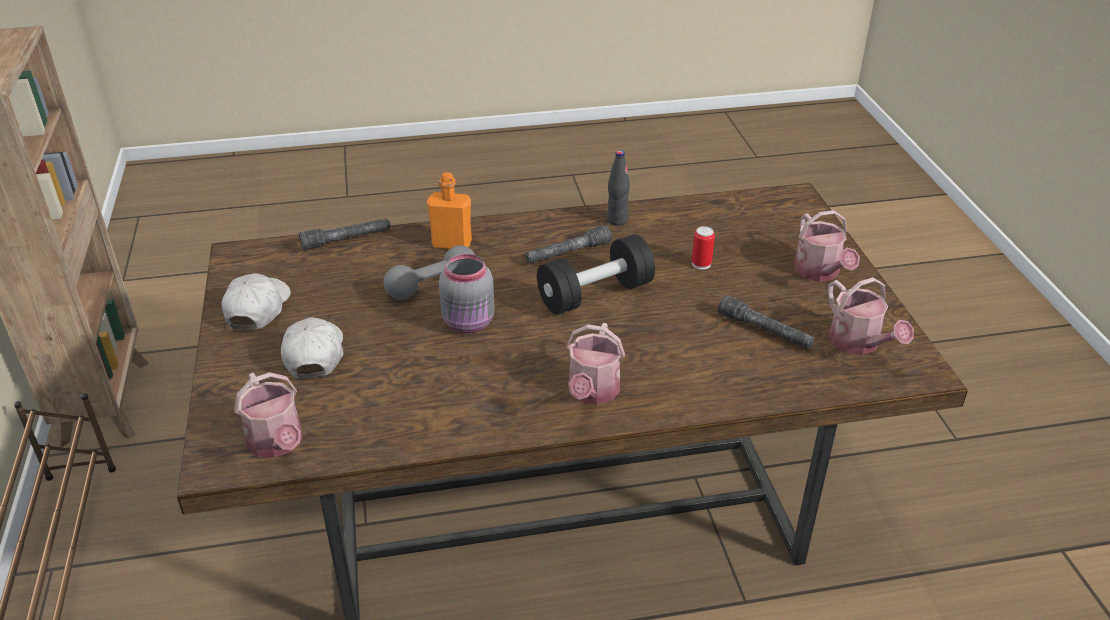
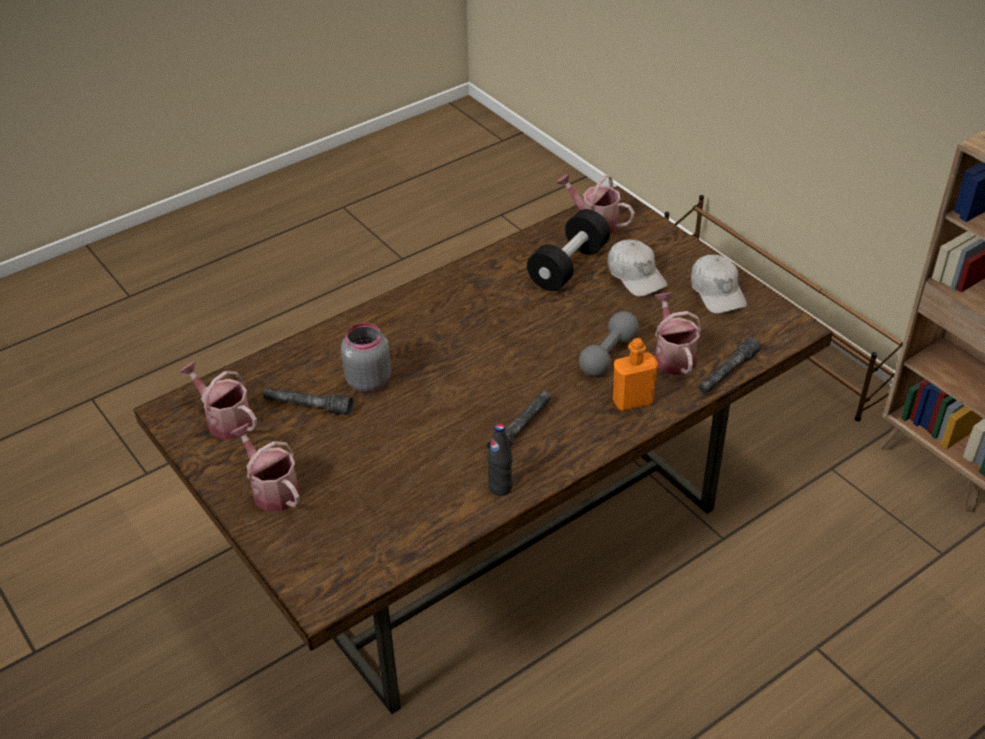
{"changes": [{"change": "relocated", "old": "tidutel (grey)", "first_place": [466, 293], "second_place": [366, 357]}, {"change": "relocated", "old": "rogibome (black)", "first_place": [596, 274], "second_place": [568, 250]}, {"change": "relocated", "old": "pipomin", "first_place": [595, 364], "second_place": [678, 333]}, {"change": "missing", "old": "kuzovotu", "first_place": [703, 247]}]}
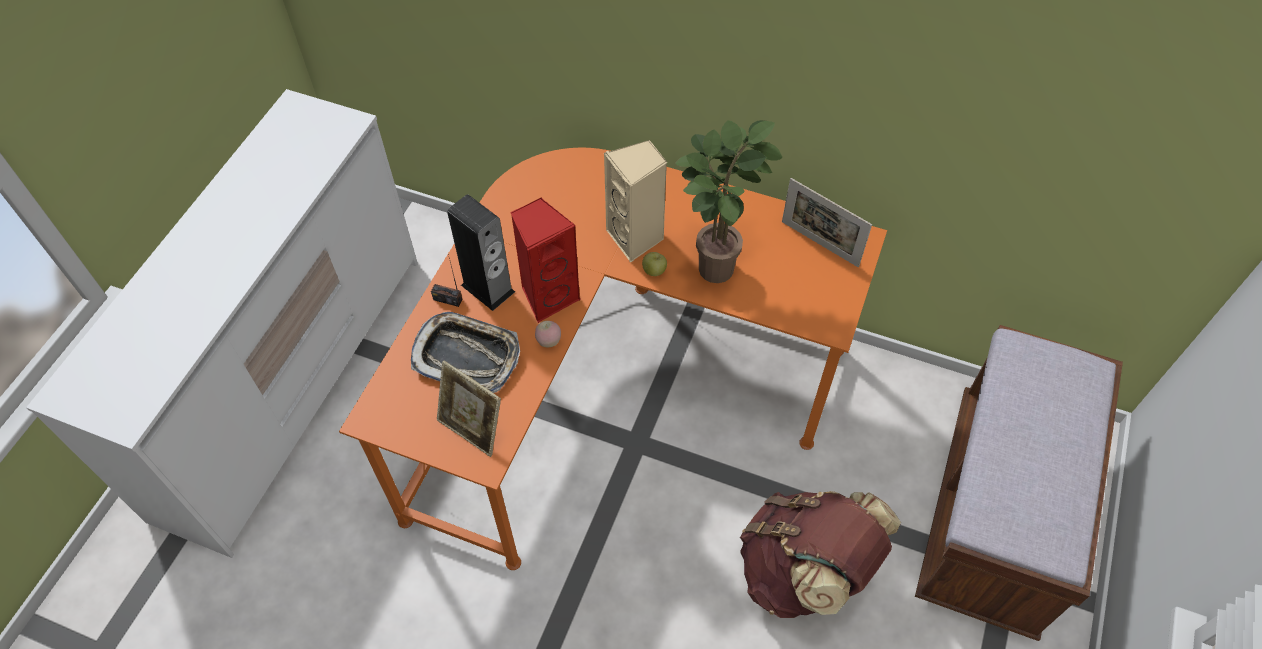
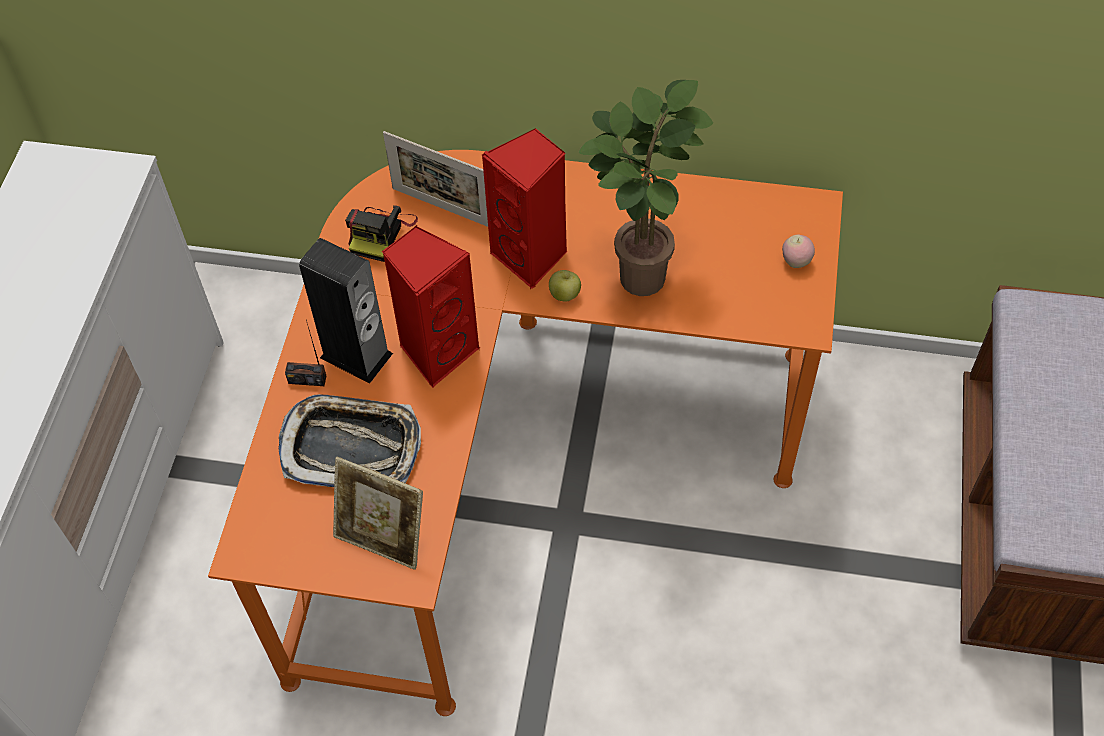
{"changes": [{"change": "relocated", "old": "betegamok", "first_place": [548, 334], "second_place": [798, 251]}, {"change": "colour", "old": "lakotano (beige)", "new": "lakotano (red)", "first_place": [636, 201], "second_place": [524, 208]}, {"change": "missing", "old": "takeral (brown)", "first_place": [820, 554]}, {"change": "relocated", "old": "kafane", "first_place": [827, 222], "second_place": [435, 179]}, {"change": "appeared", "new": "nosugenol", "second_place": [381, 233]}]}
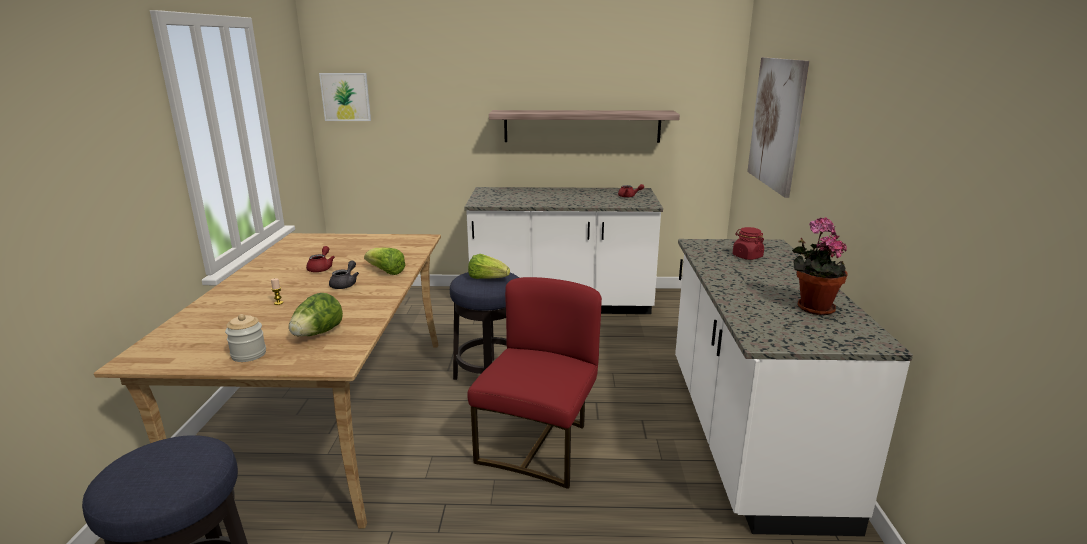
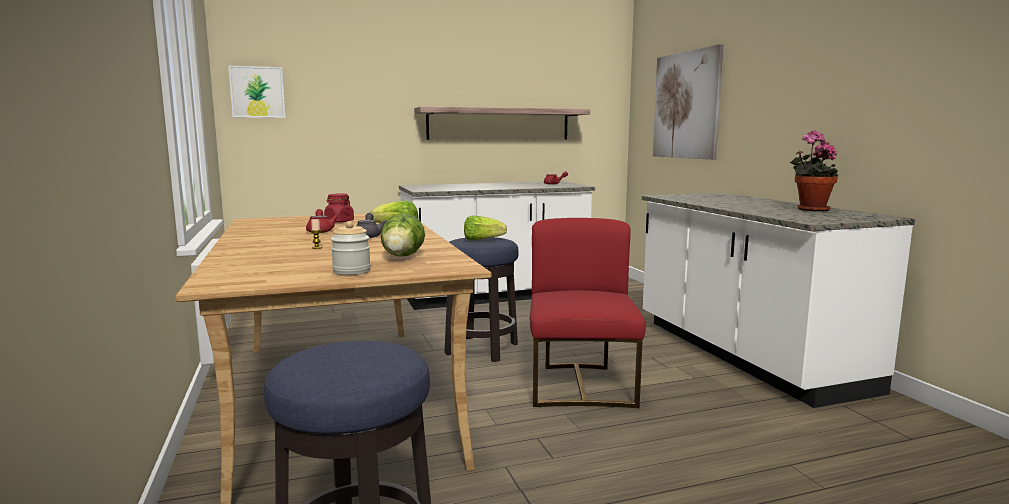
{"changes": [{"change": "relocated", "old": "tidutel (red)", "first_place": [748, 243], "second_place": [339, 208]}]}
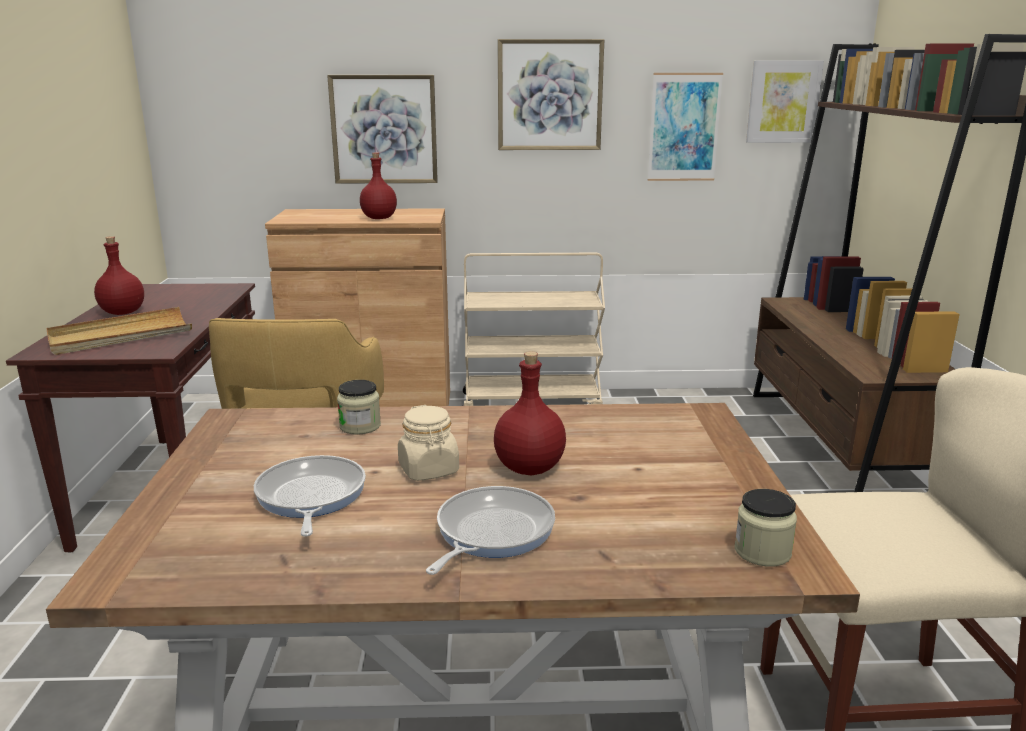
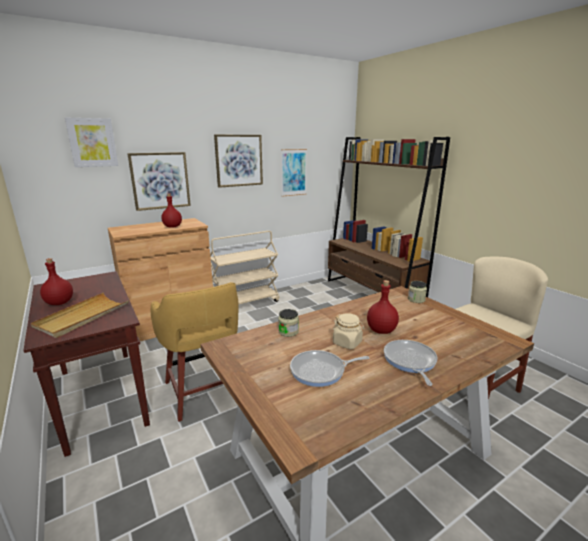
{"changes": [{"change": "spun", "old": "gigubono", "first_place": [310, 496], "second_place": [329, 368], "degrees": -60}, {"change": "relocated", "old": "tidutel", "first_place": [765, 528], "second_place": [417, 292]}, {"change": "relocated", "old": "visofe", "first_place": [785, 101], "second_place": [91, 142]}]}
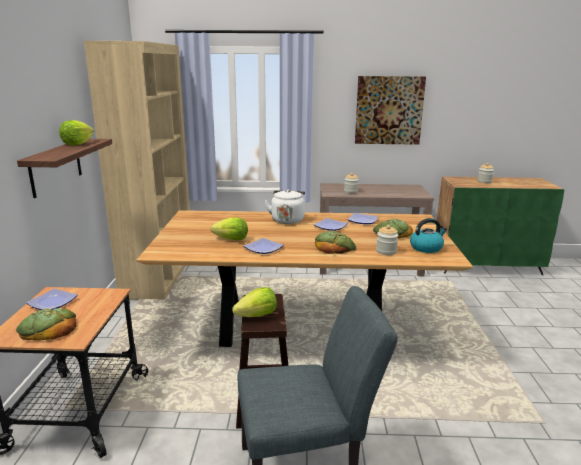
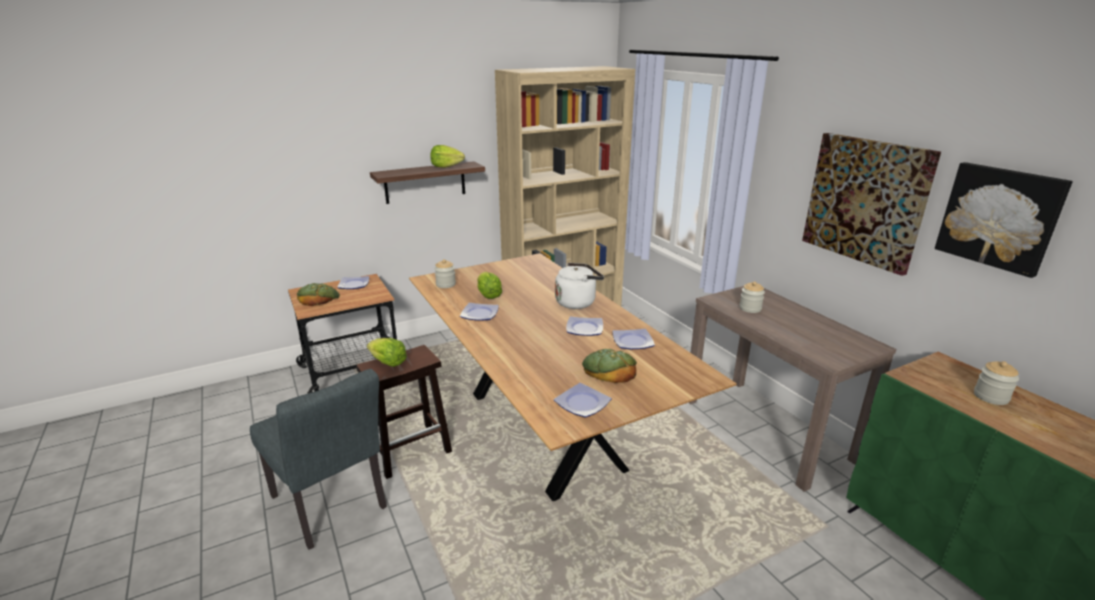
{"changes": [{"change": "missing", "old": "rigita", "first_place": [335, 242]}, {"change": "relocated", "old": "tidutel", "first_place": [387, 240], "second_place": [445, 273]}, {"change": "exchanged", "old": "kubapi", "new": "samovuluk", "first_place": [428, 235], "second_place": [583, 400]}, {"change": "appeared", "new": "visofe", "second_place": [1004, 220]}]}
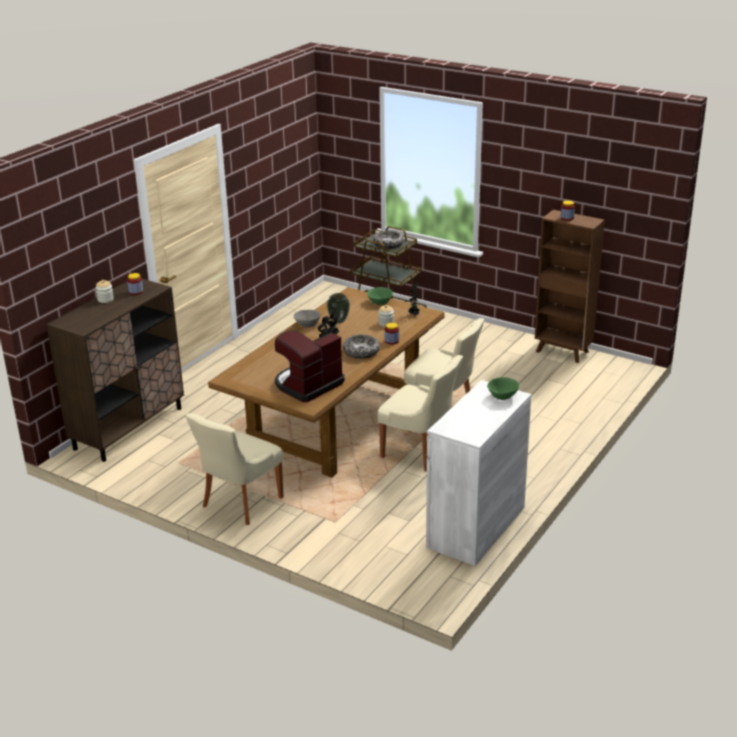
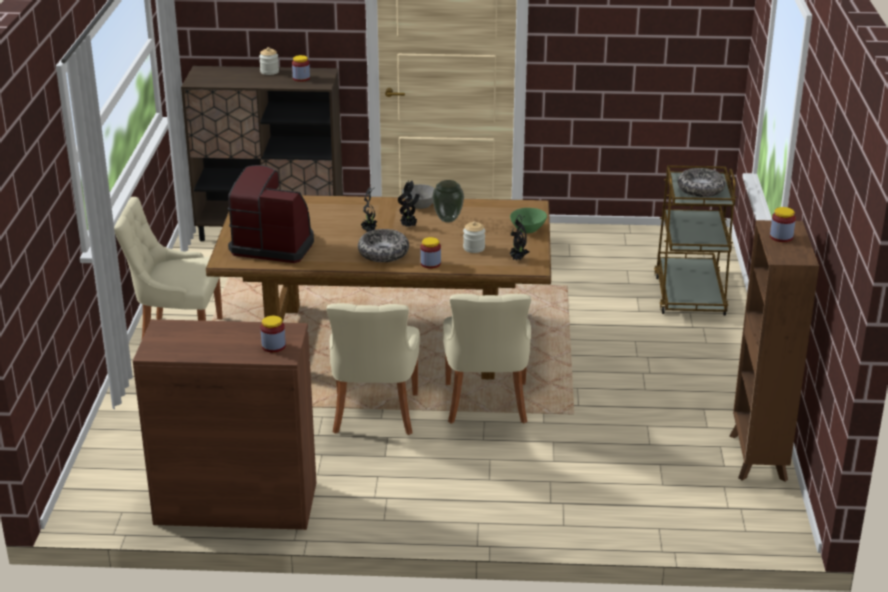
{"changes": [{"change": "colour", "old": "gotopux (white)", "new": "gotopux (brown)", "first_place": [478, 473], "second_place": [224, 424]}, {"change": "exchanged", "old": "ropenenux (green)", "new": "tidutel", "first_place": [503, 388], "second_place": [273, 334]}]}
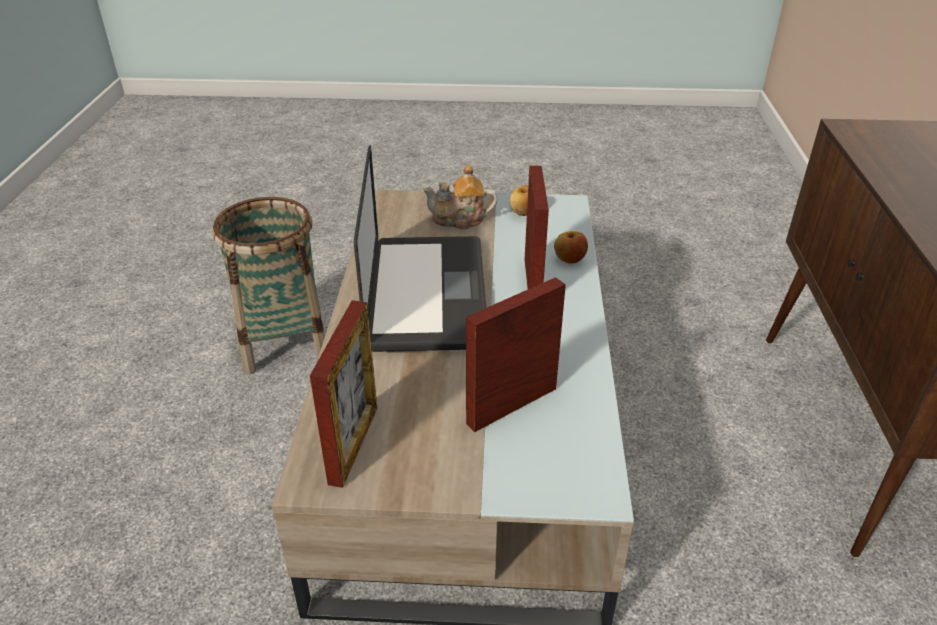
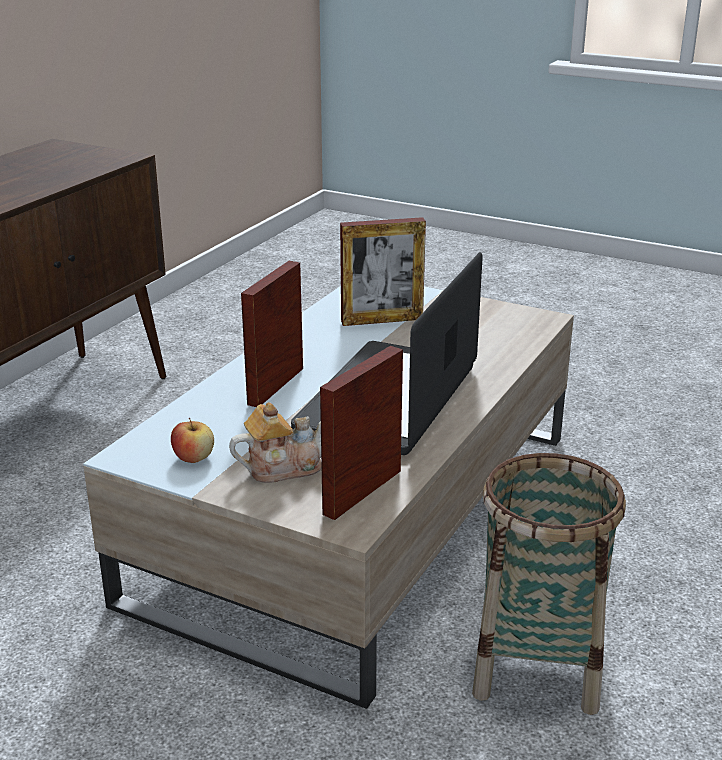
{"changes": [{"change": "relocated", "old": "kafane", "first_place": [343, 394], "second_place": [361, 433]}, {"change": "spun", "old": "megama", "first_place": [460, 196], "second_place": [275, 442], "degrees": -45}, {"change": "missing", "old": "betegamok", "first_place": [571, 247]}]}
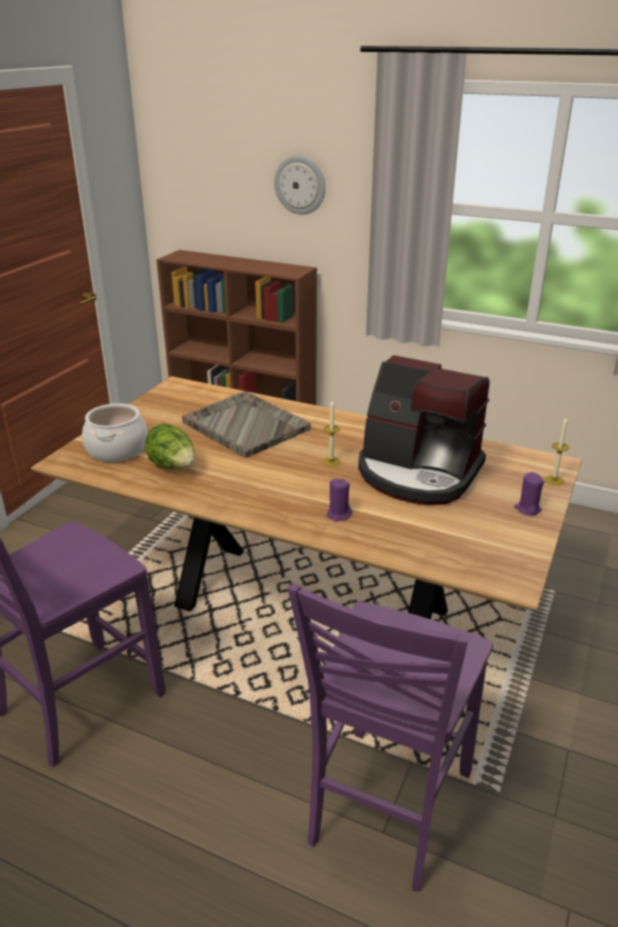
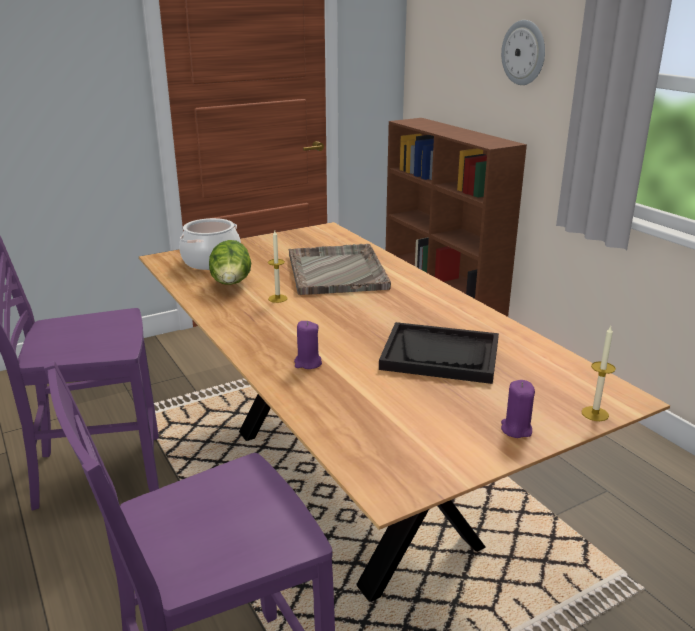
{"changes": [{"change": "relocated", "old": "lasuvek", "first_place": [331, 433], "second_place": [278, 267]}, {"change": "exchanged", "old": "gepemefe", "new": "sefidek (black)", "first_place": [424, 430], "second_place": [439, 353]}]}
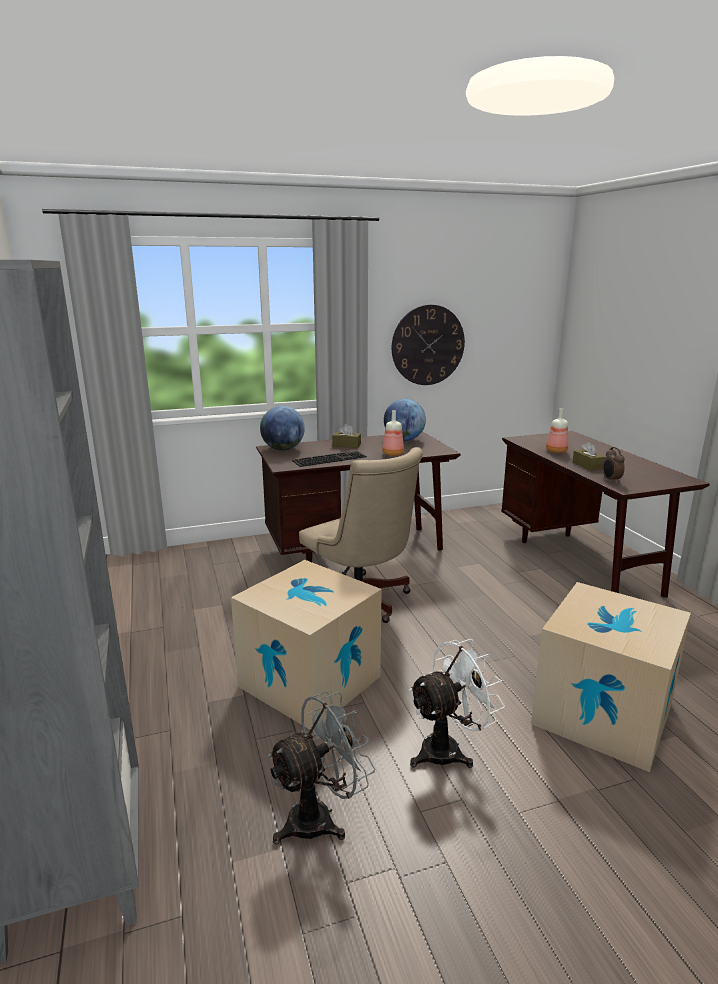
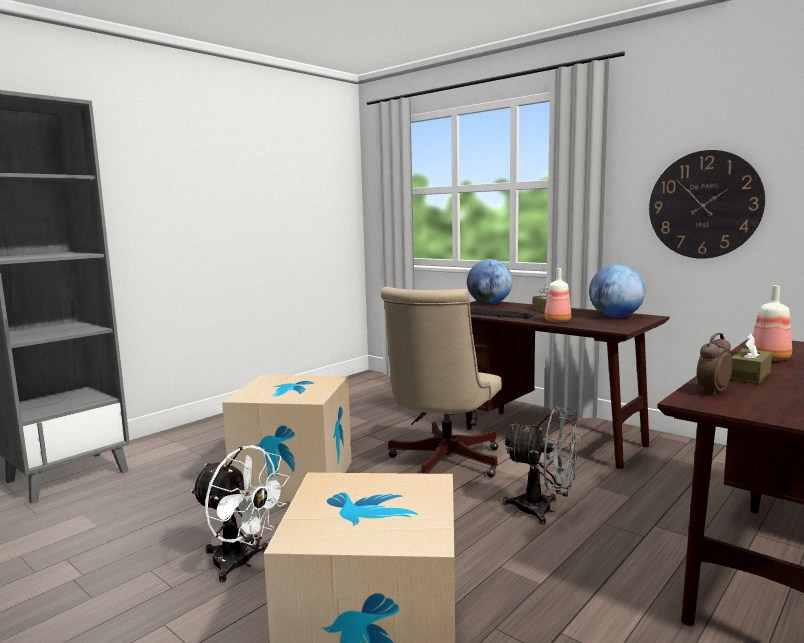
{"changes": [{"change": "relocated", "old": "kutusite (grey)", "first_place": [321, 767], "second_place": [541, 466]}]}
